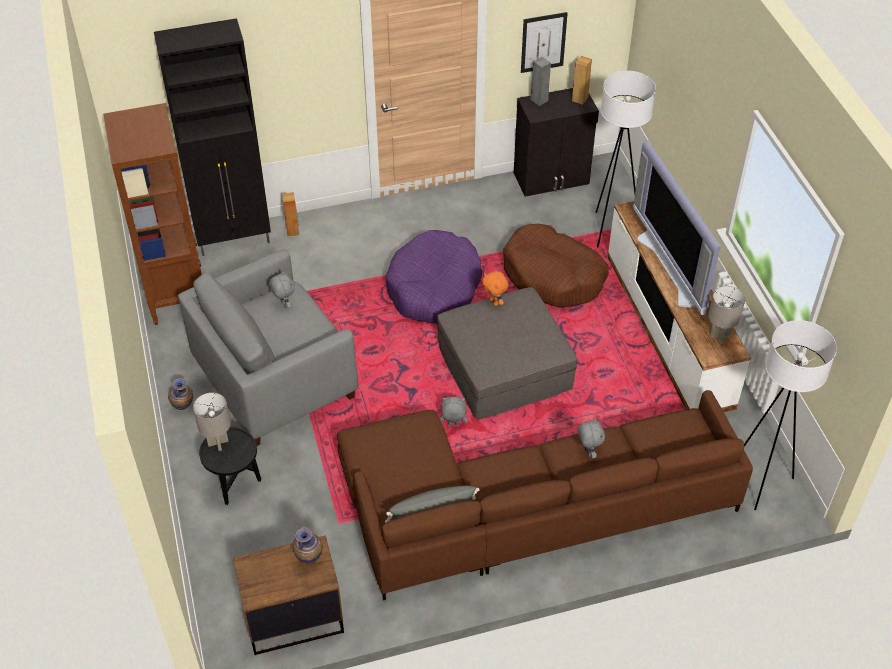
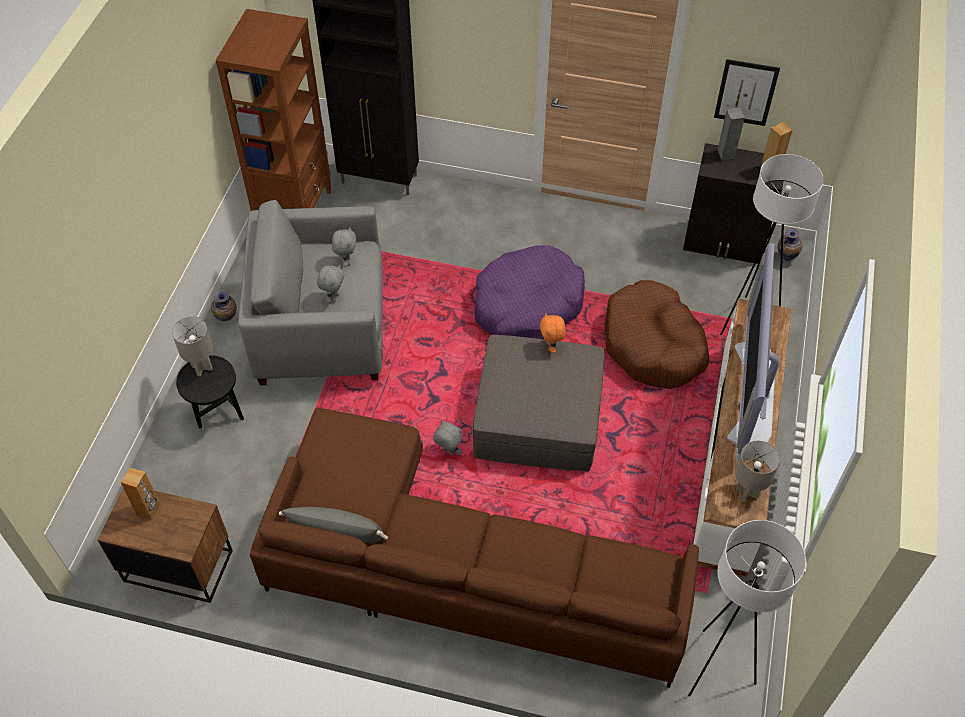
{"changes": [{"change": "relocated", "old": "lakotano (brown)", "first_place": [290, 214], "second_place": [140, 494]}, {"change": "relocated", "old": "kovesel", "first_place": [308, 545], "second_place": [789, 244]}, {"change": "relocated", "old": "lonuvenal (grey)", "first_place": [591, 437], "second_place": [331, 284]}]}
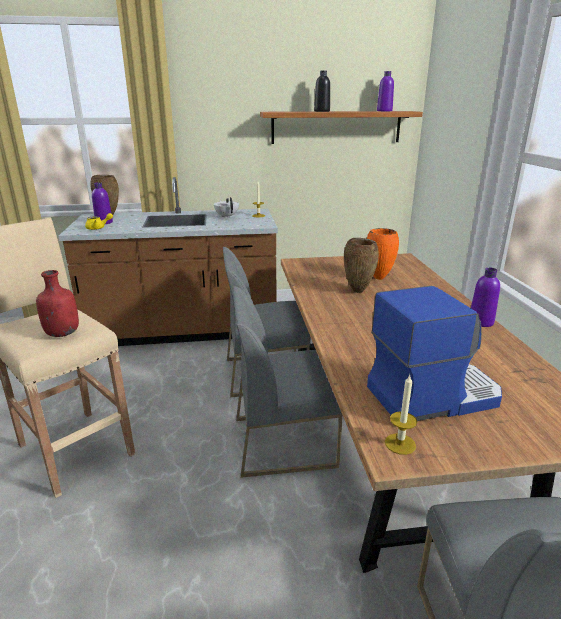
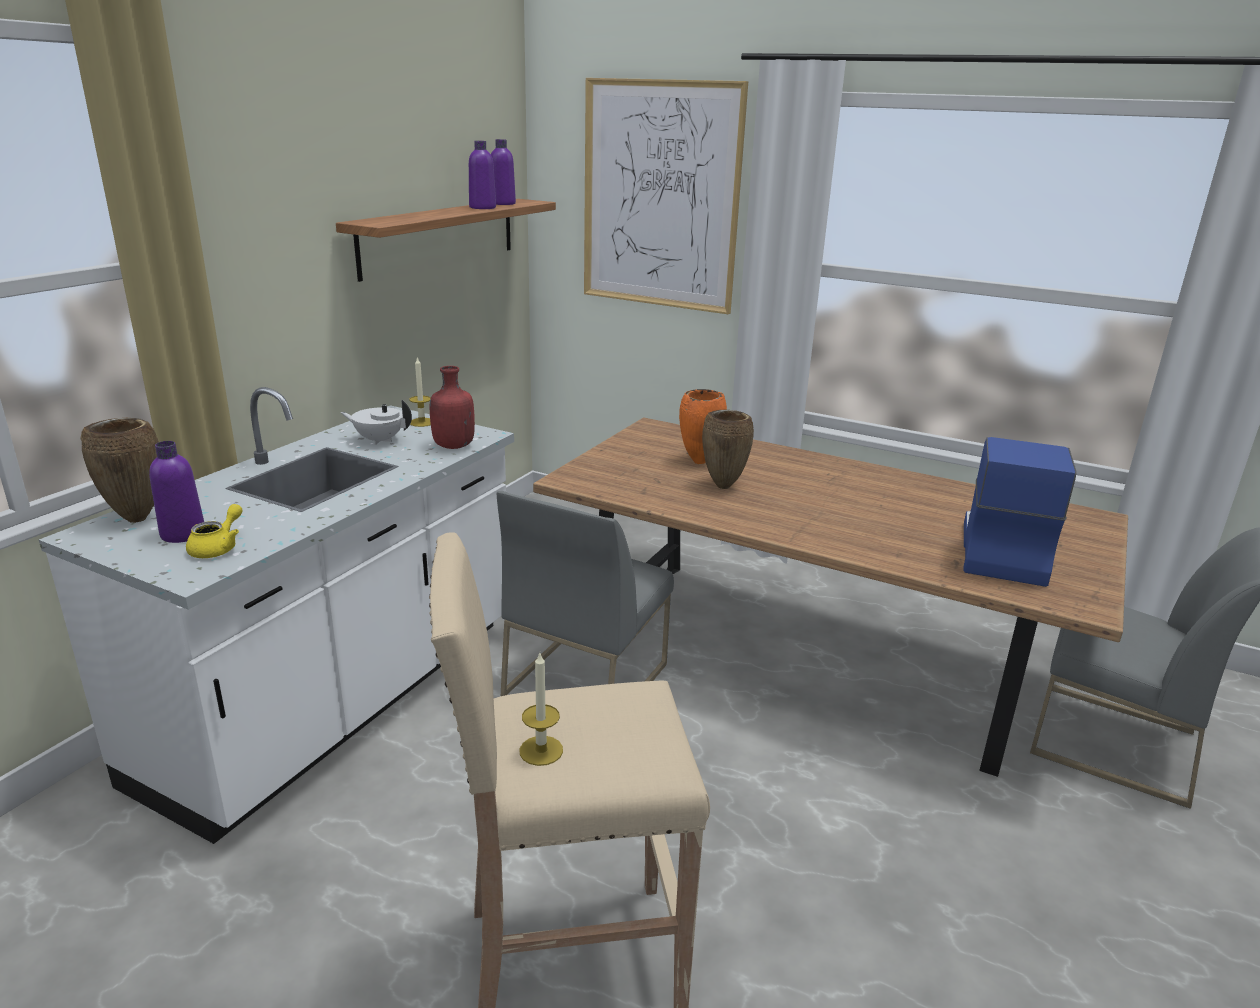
{"changes": [{"change": "relocated", "old": "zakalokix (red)", "first_place": [57, 303], "second_place": [452, 407]}, {"change": "colour", "old": "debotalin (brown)", "new": "debotalin (white)", "first_place": [168, 261], "second_place": [276, 615]}, {"change": "missing", "old": "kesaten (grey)", "first_place": [288, 382]}, {"change": "missing", "old": "zakalokix (black)", "first_place": [322, 91]}, {"change": "relocated", "old": "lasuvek", "first_place": [401, 415], "second_place": [541, 709]}, {"change": "relocated", "old": "zakalokix (purple)", "first_place": [485, 297], "second_place": [482, 175]}, {"change": "appeared", "new": "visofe", "second_place": [666, 196]}]}
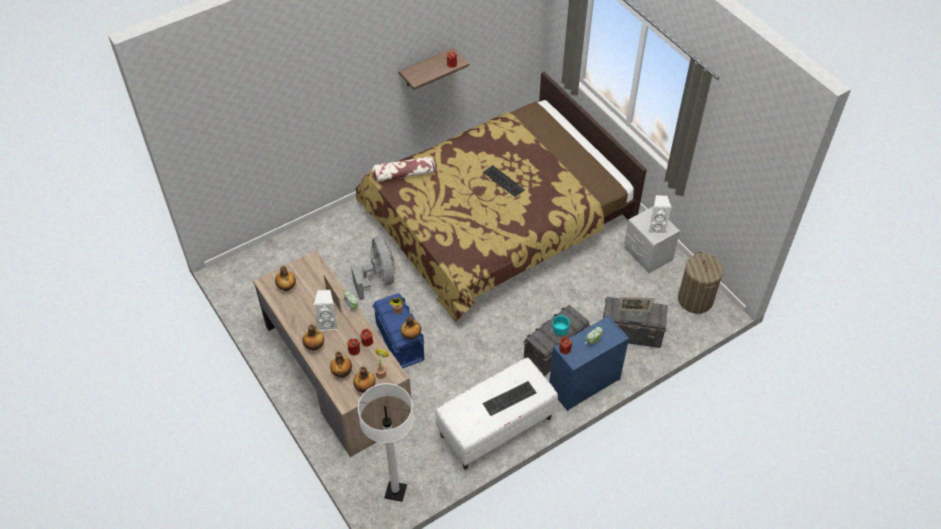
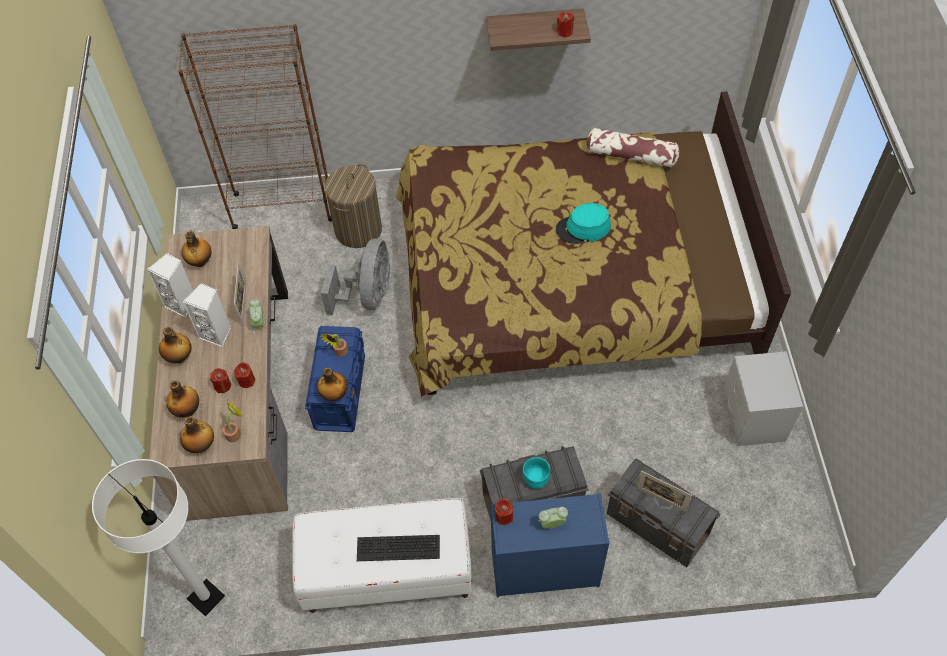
{"changes": [{"change": "relocated", "old": "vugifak", "first_place": [403, 169], "second_place": [633, 148]}, {"change": "exchanged", "old": "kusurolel", "new": "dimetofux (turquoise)", "first_place": [504, 181], "second_place": [583, 223]}, {"change": "relocated", "old": "lakotano (white)", "first_place": [660, 214], "second_place": [170, 285]}, {"change": "relocated", "old": "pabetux", "first_place": [700, 283], "second_place": [353, 206]}, {"change": "appeared", "new": "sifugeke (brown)", "second_place": [255, 126]}]}
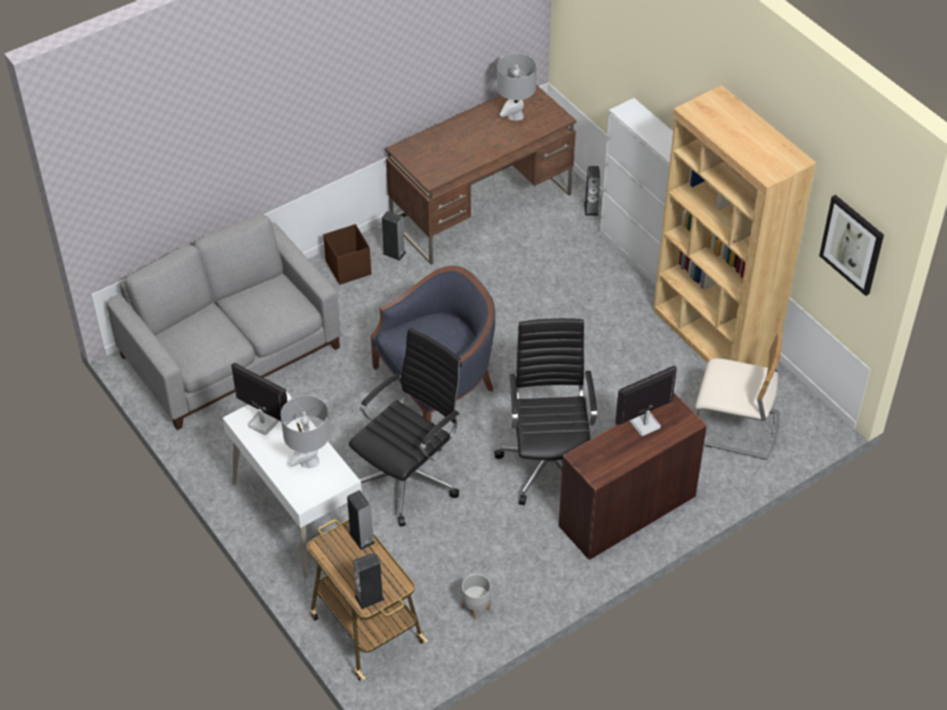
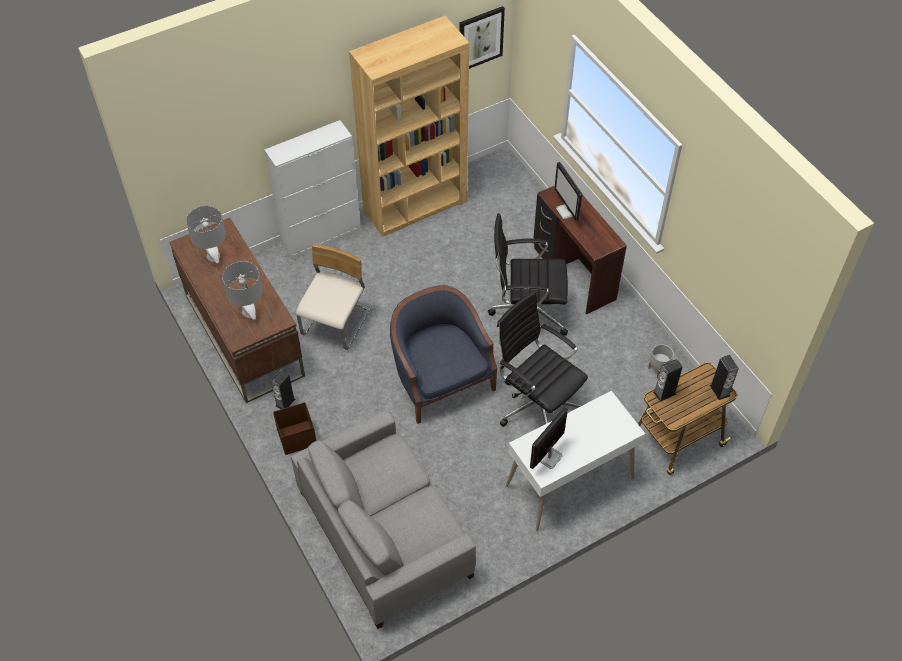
{"changes": [{"change": "relocated", "old": "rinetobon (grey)", "first_place": [305, 431], "second_place": [242, 290]}, {"change": "missing", "old": "lakotano", "first_place": [592, 191]}, {"change": "relocated", "old": "kesaten (beige)", "first_place": [739, 395], "second_place": [333, 297]}]}
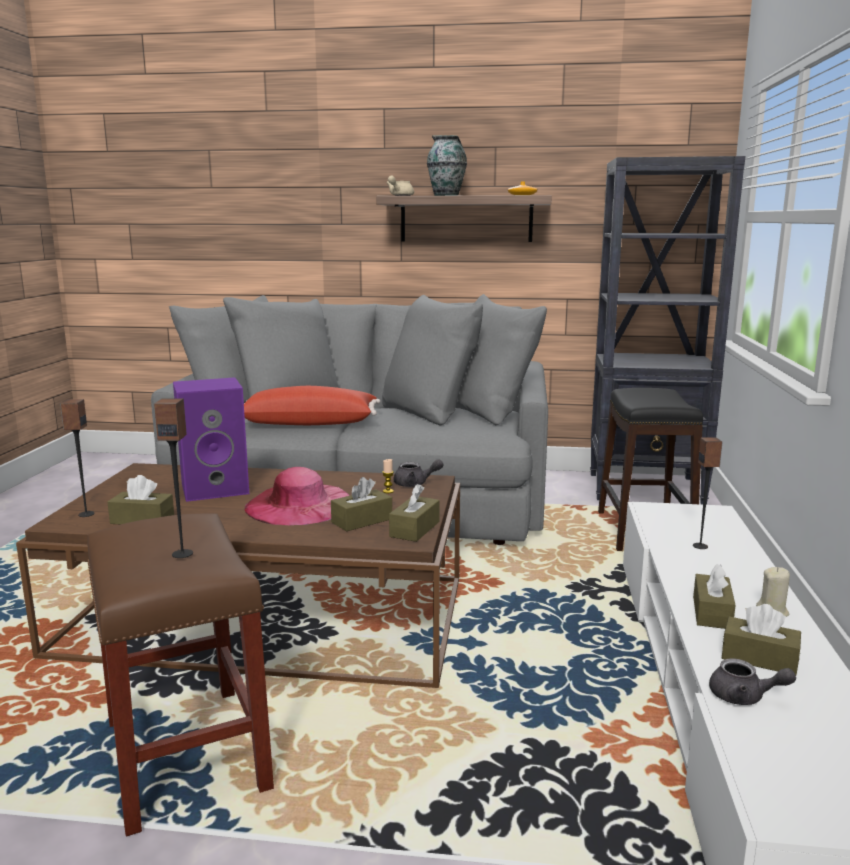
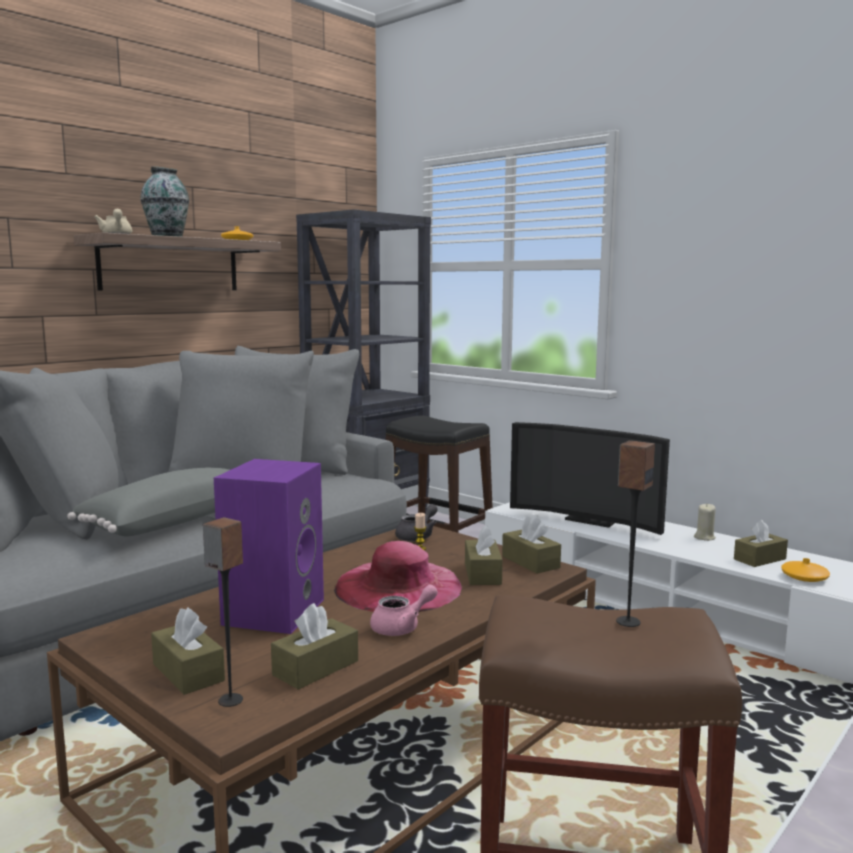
{"changes": [{"change": "colour", "old": "vugifak (red)", "new": "vugifak (grey)", "first_place": [312, 405], "second_place": [148, 502]}, {"change": "exchanged", "old": "lakotano", "new": "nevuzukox", "first_place": [708, 493], "second_place": [590, 478]}, {"change": "relocated", "old": "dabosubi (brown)", "first_place": [714, 596], "second_place": [188, 651]}, {"change": "exchanged", "old": "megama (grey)", "new": "kovesel (orange)", "first_place": [752, 681], "second_place": [805, 570]}, {"change": "appeared", "new": "megama (pink)", "second_place": [404, 610]}]}
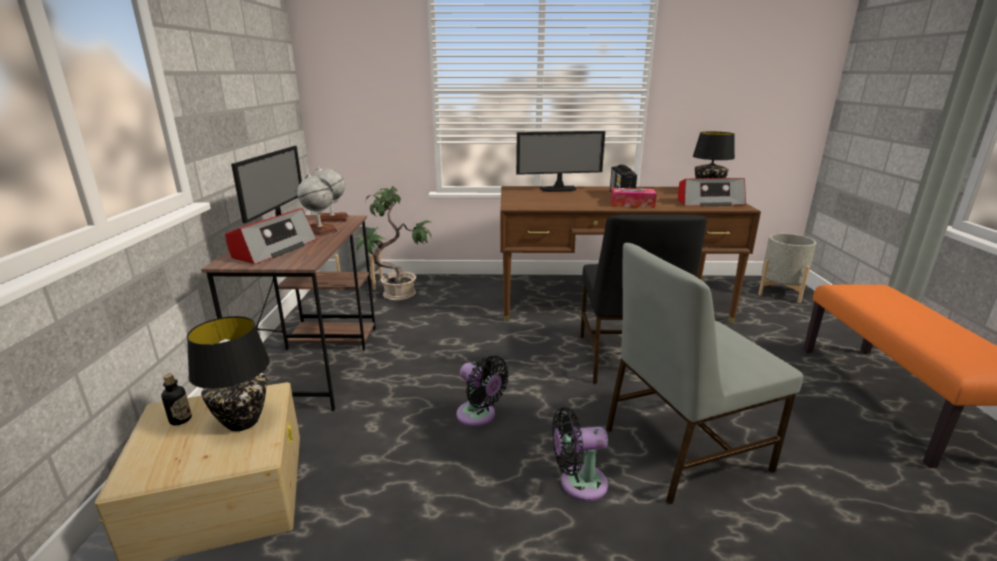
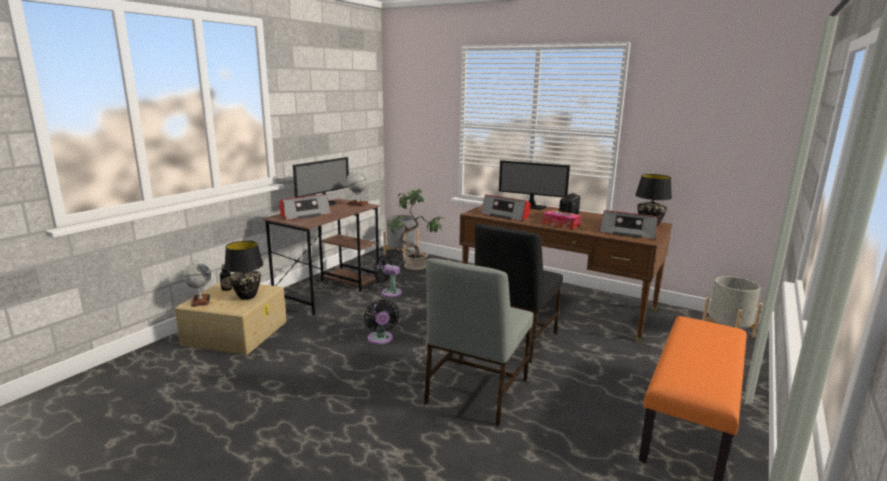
{"changes": [{"change": "relocated", "old": "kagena", "first_place": [318, 205], "second_place": [197, 283]}, {"change": "relocated", "old": "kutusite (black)", "first_place": [580, 454], "second_place": [388, 276]}, {"change": "spun", "old": "kesaten (grey)", "first_place": [704, 373], "second_place": [478, 342], "degrees": -75}, {"change": "appeared", "new": "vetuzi", "second_place": [505, 207]}]}
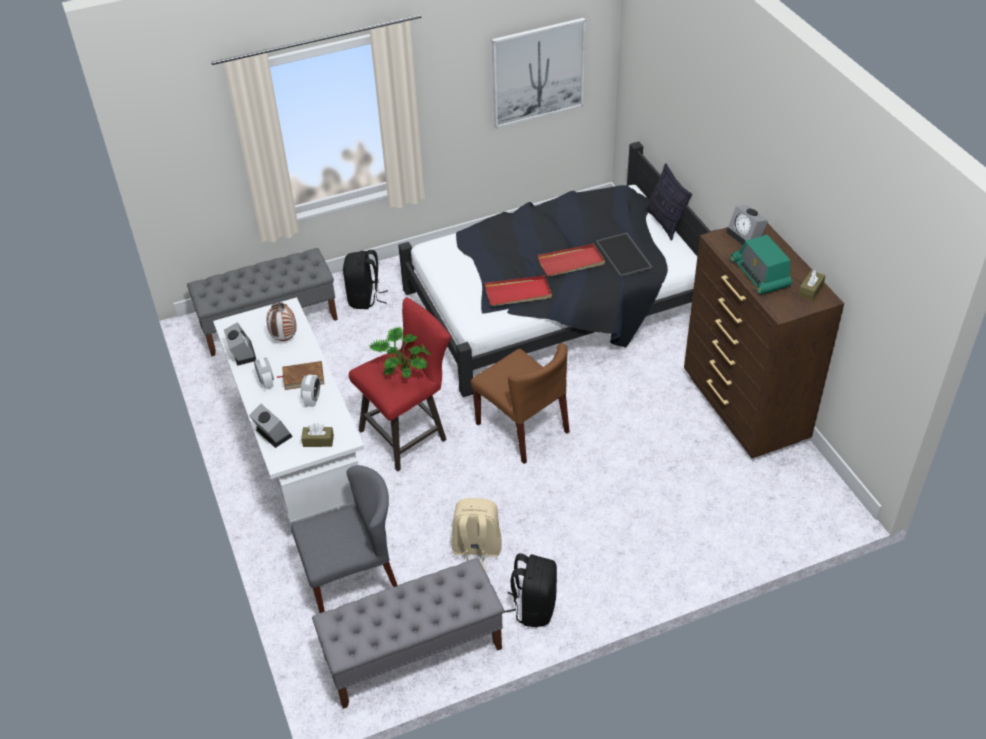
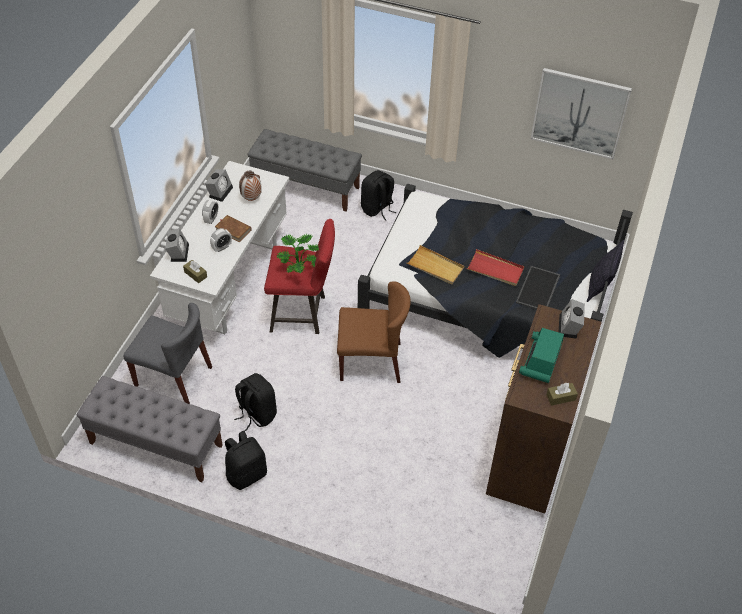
{"changes": [{"change": "colour", "old": "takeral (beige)", "new": "takeral (black)", "first_place": [477, 535], "second_place": [255, 402]}, {"change": "spun", "old": "kesaten (brown)", "first_place": [520, 403], "second_place": [374, 332], "degrees": -90}, {"change": "colour", "old": "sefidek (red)", "new": "sefidek (beige)", "first_place": [518, 290], "second_place": [435, 264]}]}
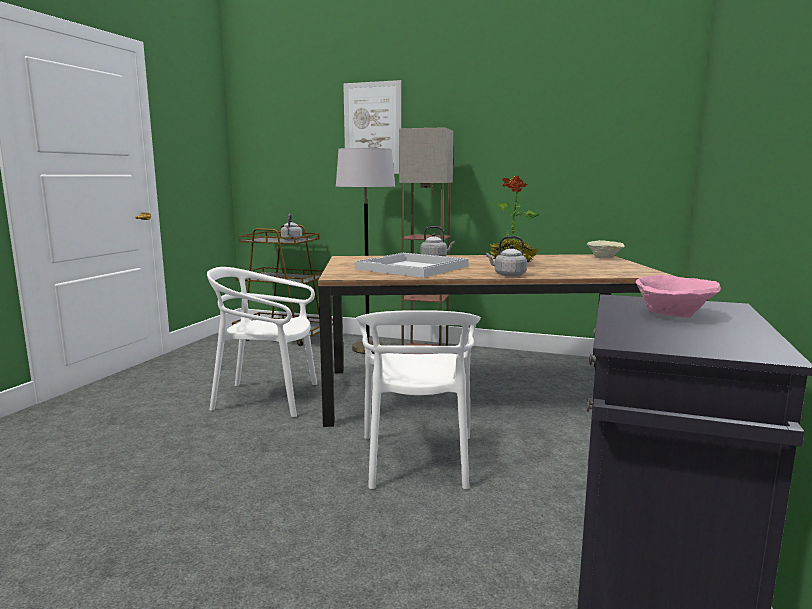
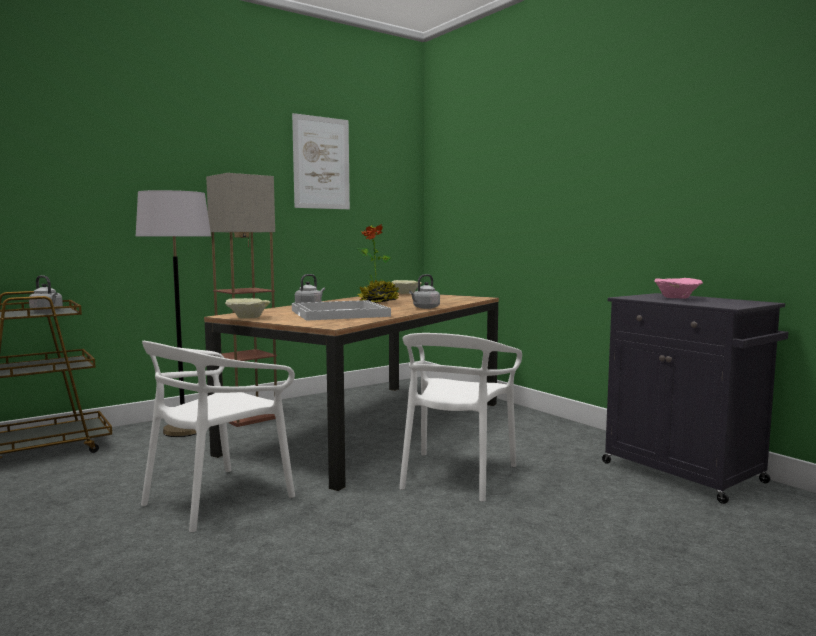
{"changes": [{"change": "relocated", "old": "visofe", "first_place": [372, 127], "second_place": [321, 161]}, {"change": "spun", "old": "kesaten (white)", "first_place": [418, 400], "second_place": [460, 417], "degrees": 75}, {"change": "appeared", "new": "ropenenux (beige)", "second_place": [247, 308]}]}
